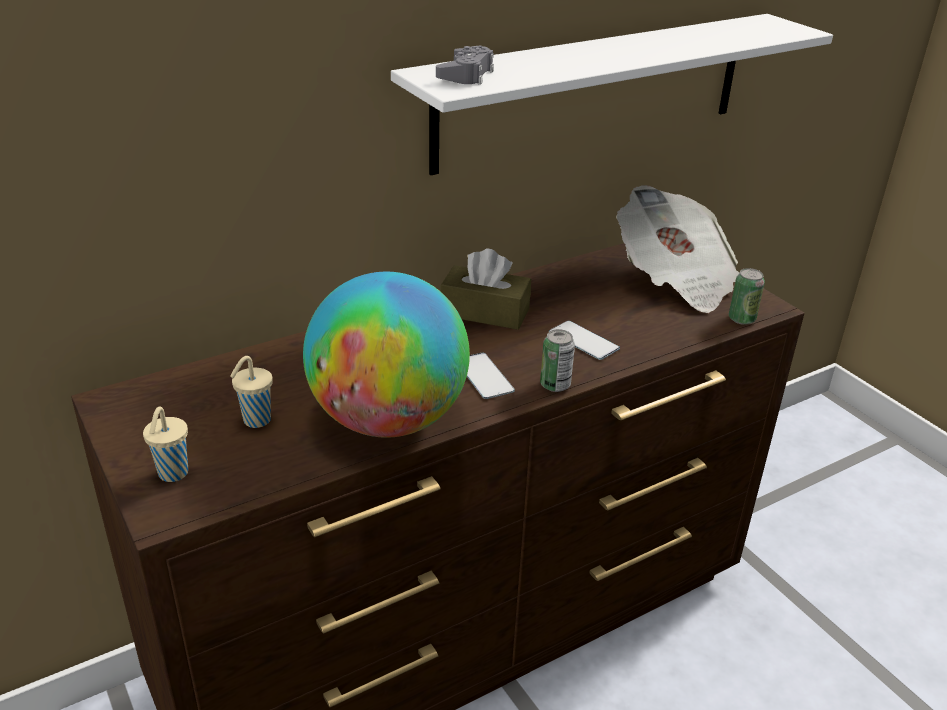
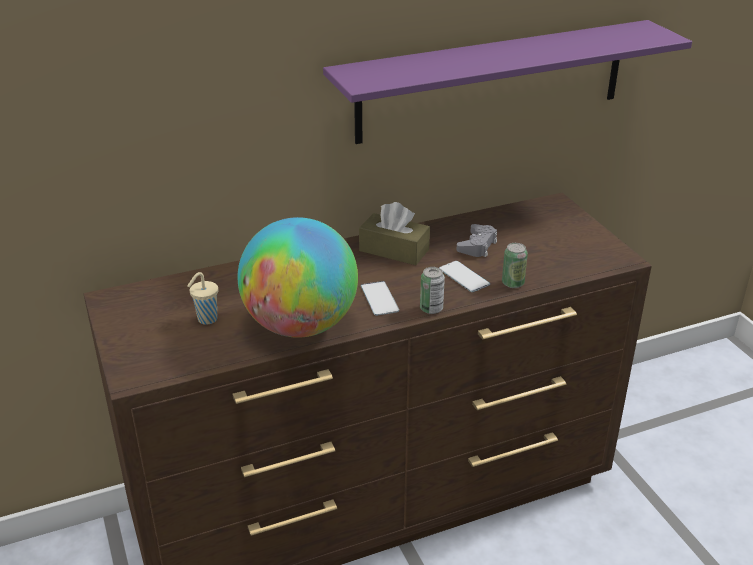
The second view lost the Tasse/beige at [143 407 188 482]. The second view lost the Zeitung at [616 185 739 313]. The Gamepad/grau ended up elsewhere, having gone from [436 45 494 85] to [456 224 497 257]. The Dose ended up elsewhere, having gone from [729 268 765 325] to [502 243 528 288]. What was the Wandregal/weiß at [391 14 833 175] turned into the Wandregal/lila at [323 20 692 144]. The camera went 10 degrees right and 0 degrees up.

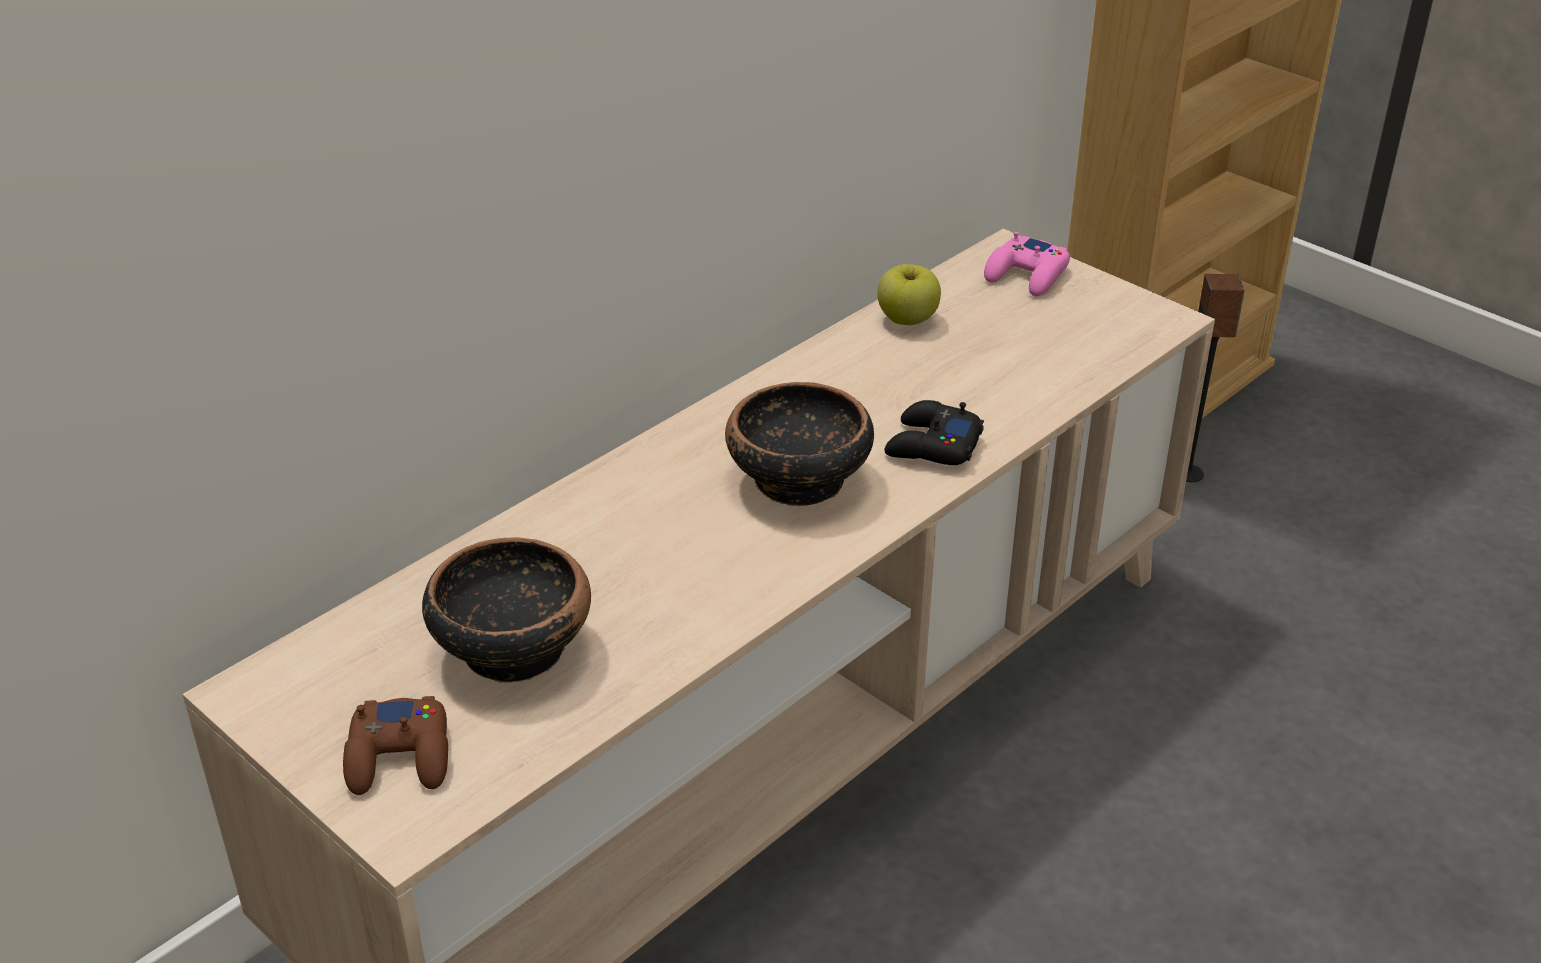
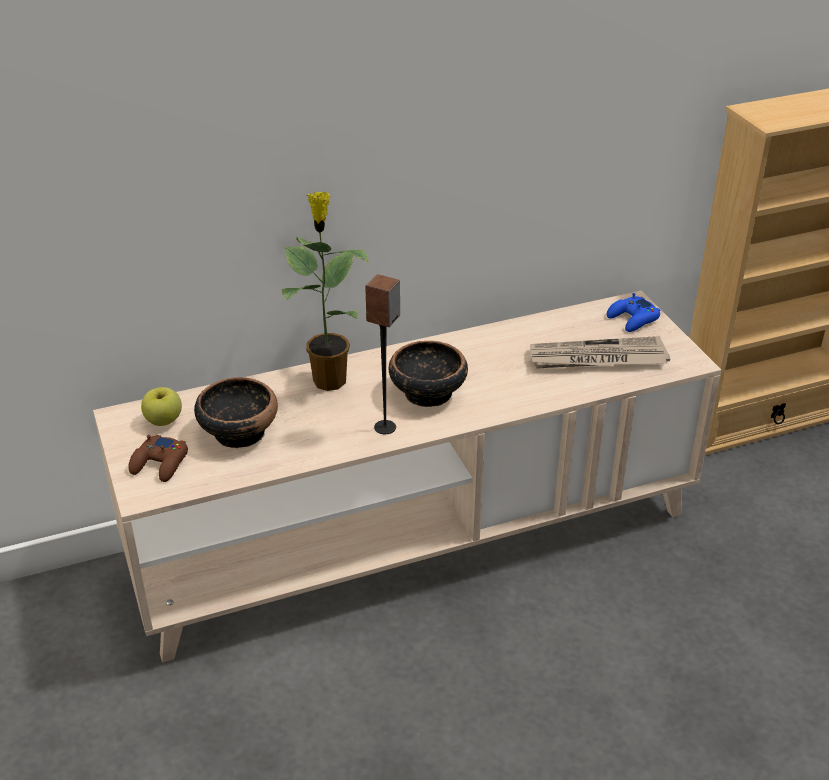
The second view lost the Gamepad/schwarz at [884 400 984 465]. The second view gained the Topfpflanze at [282 191 370 391]. The second view gained the Zeitung at [530 336 670 369]. The Apfel ended up elsewhere, having gone from [877 264 941 325] to [141 387 182 426]. The Lautsprecher ended up elsewhere, having gone from [1186 274 1245 482] to [365 274 400 434]. What was the Gamepad/rosa at [984 231 1070 296] turned into the Gamepad/blau at [607 293 661 332]. The camera went 25 degrees right and 0 degrees up.

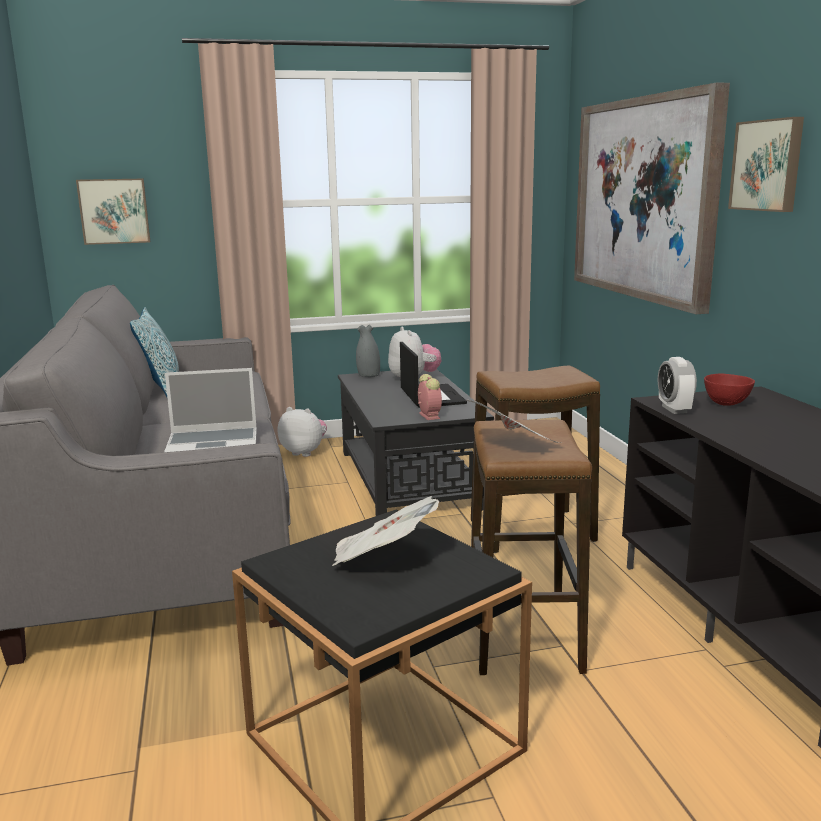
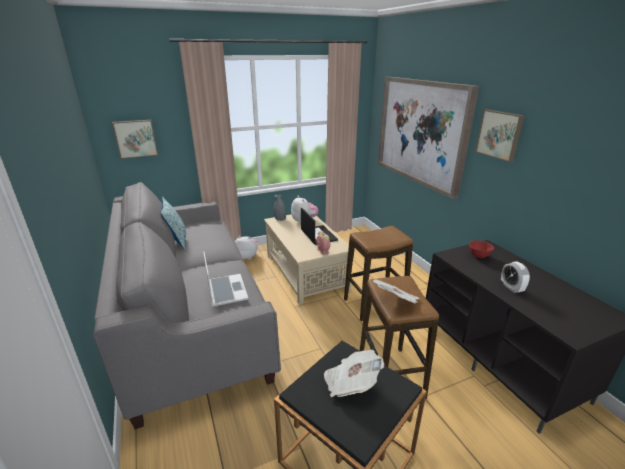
The Wecker ended up elsewhere, having gone from [658 357 697 414] to [501 261 530 293]. What was the Couchtisch/schwarz at [338 369 494 516] turned into the Couchtisch/beige at [264 214 355 305]. The Laptop at [164 368 257 452] ended up facing another way, 90 degrees counterclockwise from before. The camera went 10 degrees left and 10 degrees up.

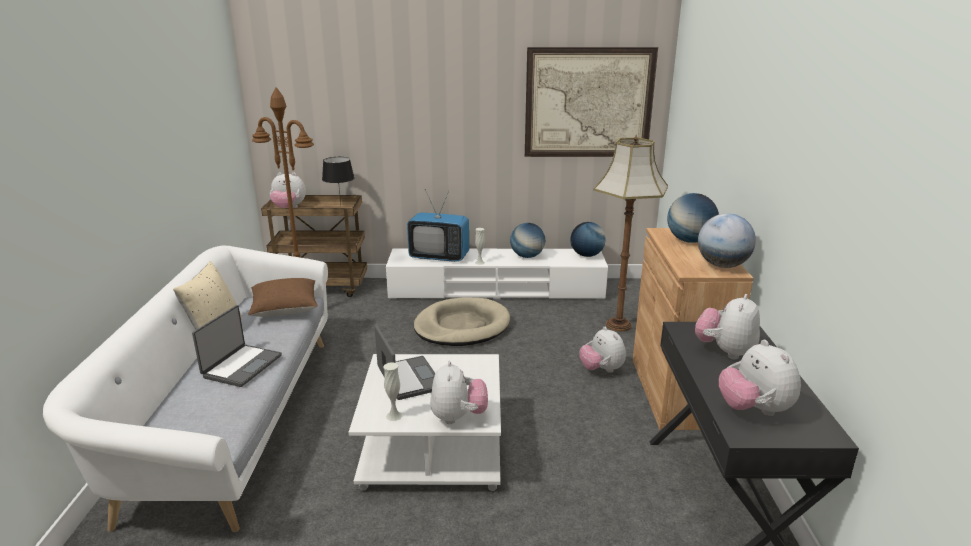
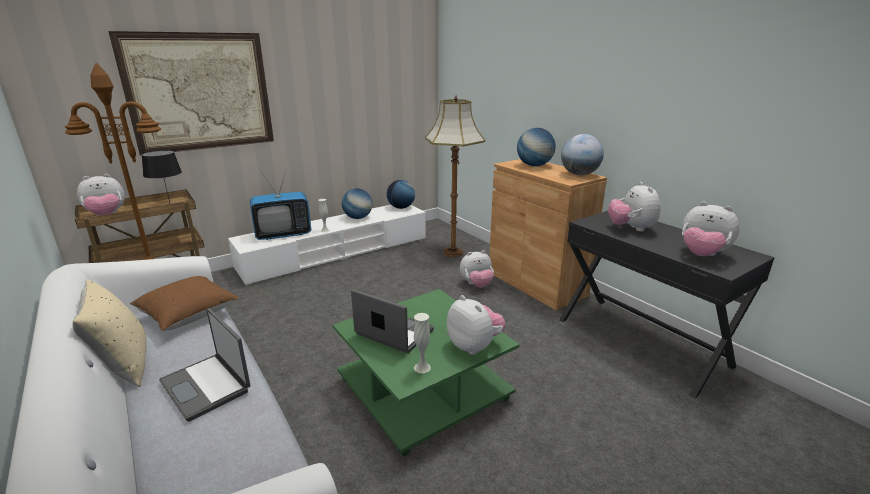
The second view lost the Hundebett/beige at [414 297 510 346]. The Bild ended up elsewhere, having gone from [525 47 658 157] to [108 31 274 156]. What was the Couchtisch/weiß at [349 354 501 491] turned into the Couchtisch/grün at [333 289 520 456]. The Laptop at [192 305 282 387] ended up facing another way, 150 degrees clockwise from before. The Plüschtier at [579 327 626 373] ended up facing another way, 45 degrees counterclockwise from before. The camera went 35 degrees left and 0 degrees up.

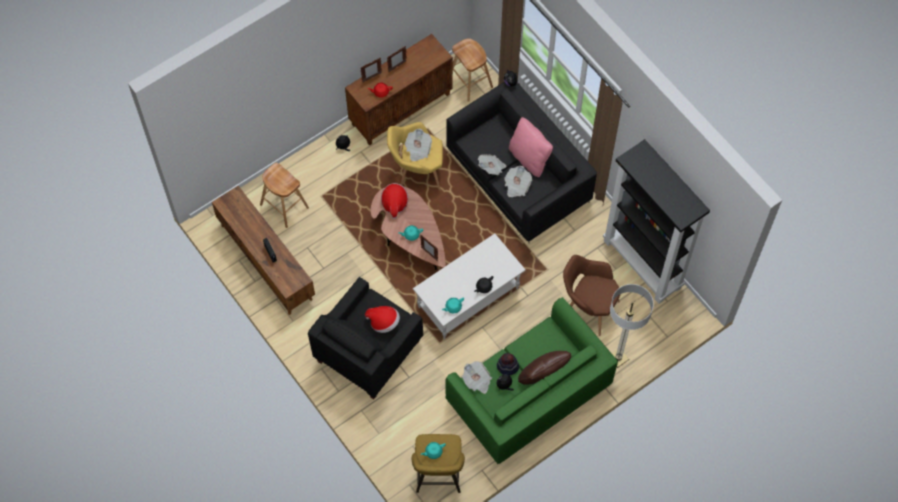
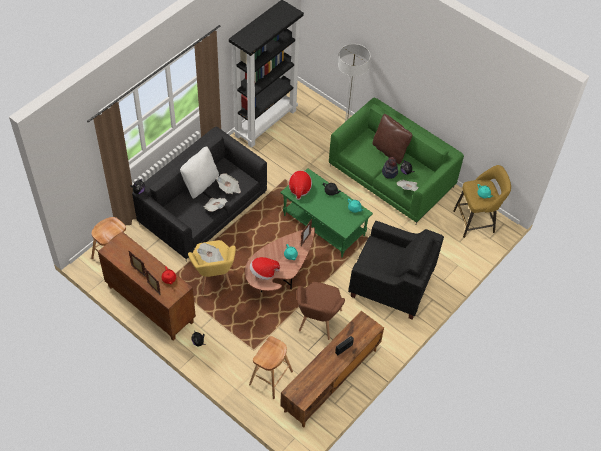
The Hut ended up elsewhere, having gone from [365 306 400 333] to [289 171 312 200]. The Sessel/braun ended up elsewhere, having gone from [563 255 621 336] to [297 282 345 340]. What was the Couchtisch/weiß at [413 233 526 339] turned into the Couchtisch/grün at [280 168 373 257]. What was the Kissen/rosa at [509 117 553 177] turned into the Kissen/weiß at [180 146 219 199]. The camera went 105 degrees left and 10 degrees down.

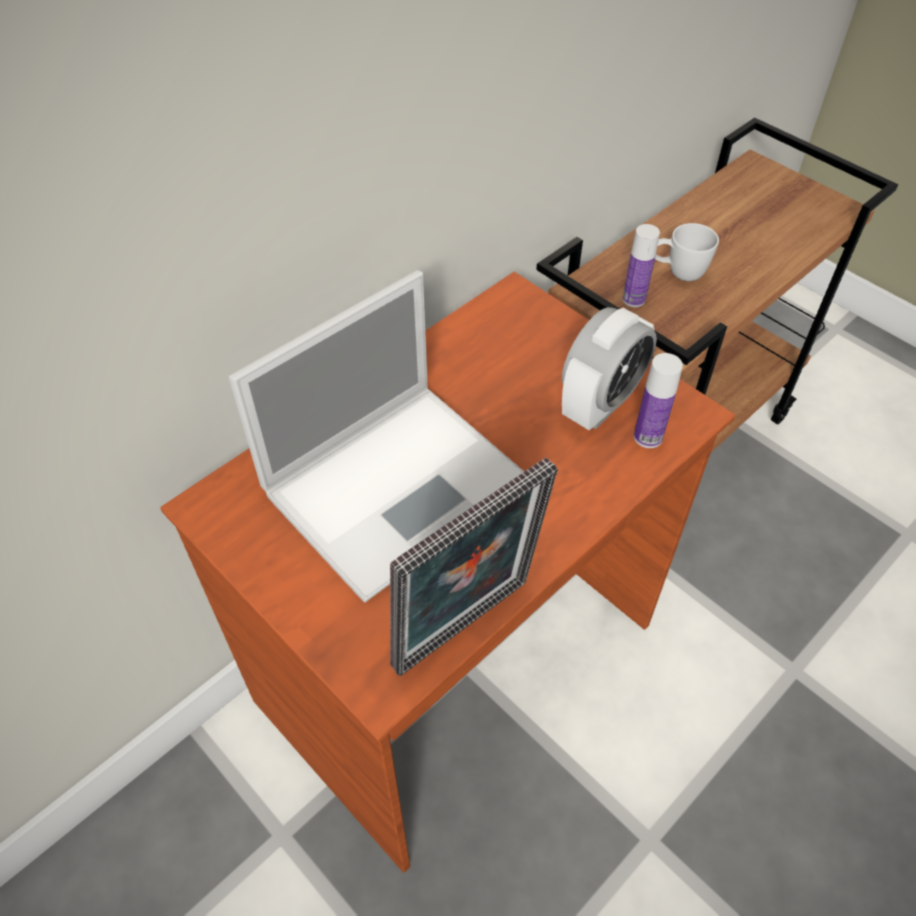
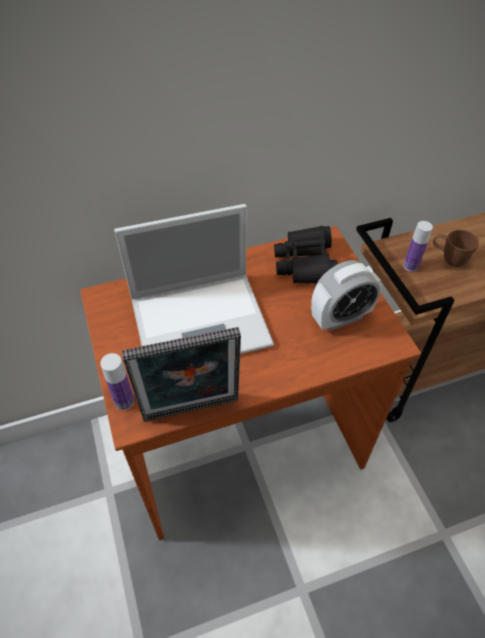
The second view gained the Fernglas/schwarz at [274 226 338 283]. The Flasche ended up elsewhere, having gone from [634 353 683 448] to [100 353 134 410]. What was the Henkelbecher/weiß at [655 223 719 281] turned into the Henkelbecher/braun at [433 230 479 267]. The camera went 25 degrees right and 0 degrees up.

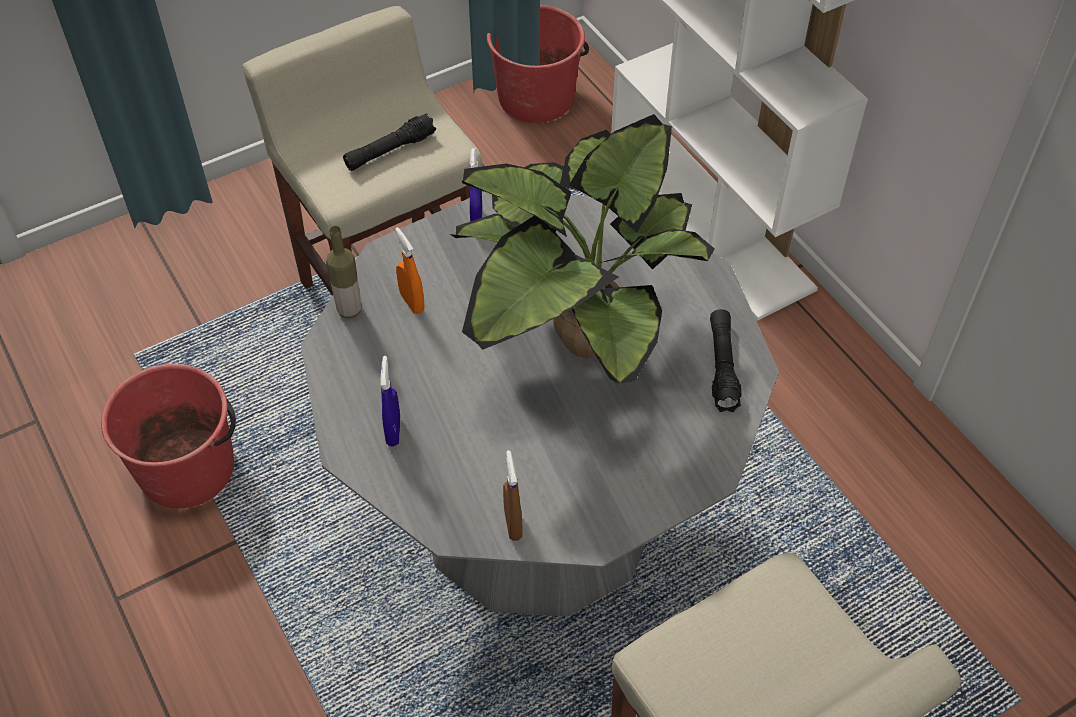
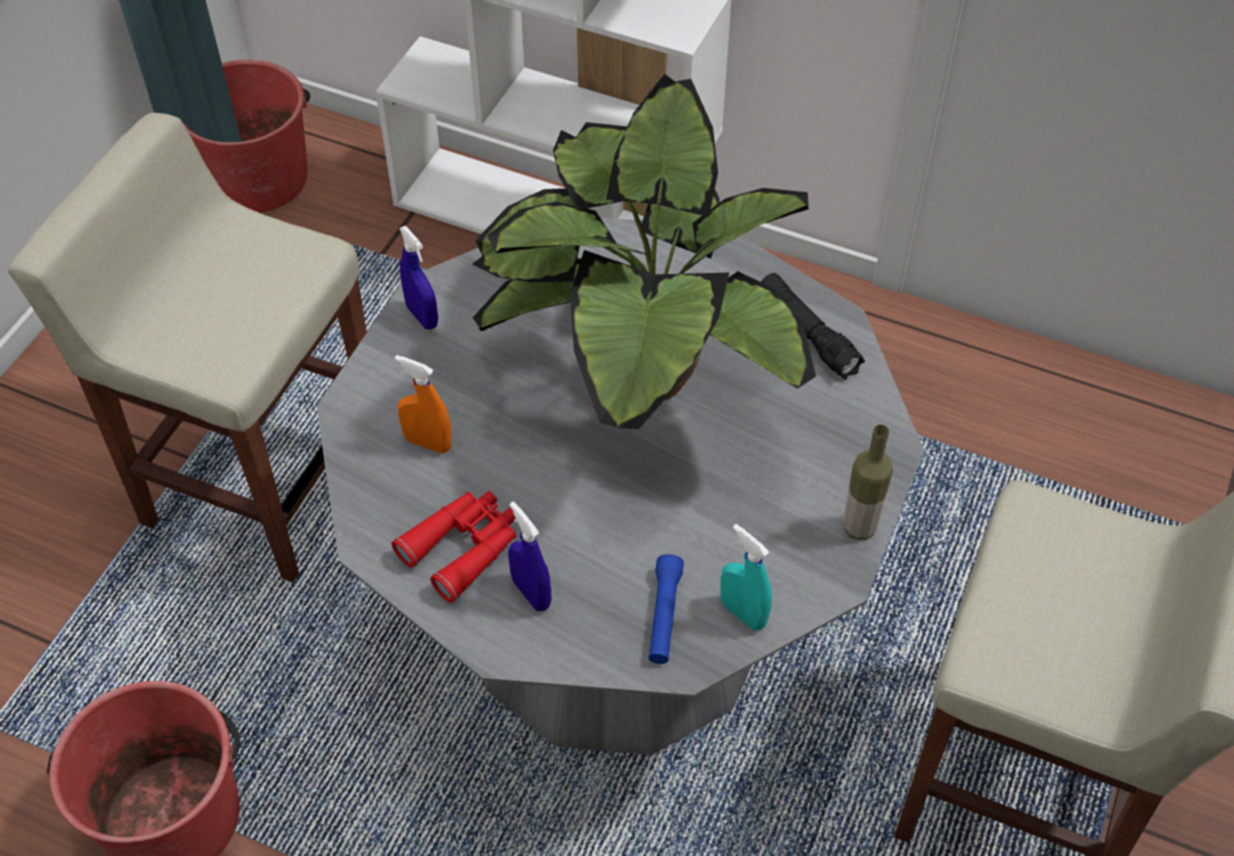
The second view lost the Taschenlampe/schwarz at [343 113 436 171]. The second view gained the Fernglas/rot at [391 491 516 603]. The second view gained the Taschenlampe/blau at [649 554 684 664]. The Flasche ended up elsewhere, having gone from [326 226 361 318] to [843 424 893 540]. What was the Sprühflasche/braun at [503 450 523 541] turned into the Sprühflasche/türkis at [720 524 772 630]. The camera went 35 degrees left and 0 degrees up.

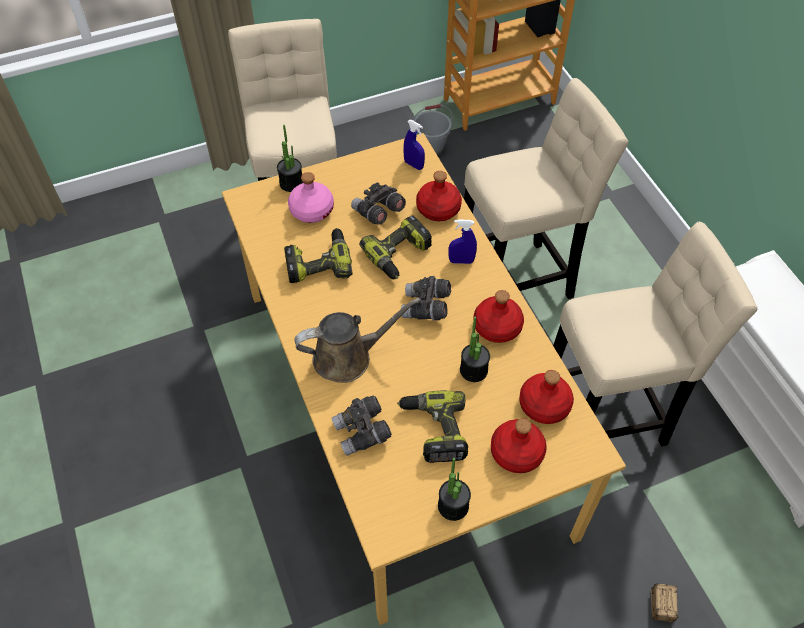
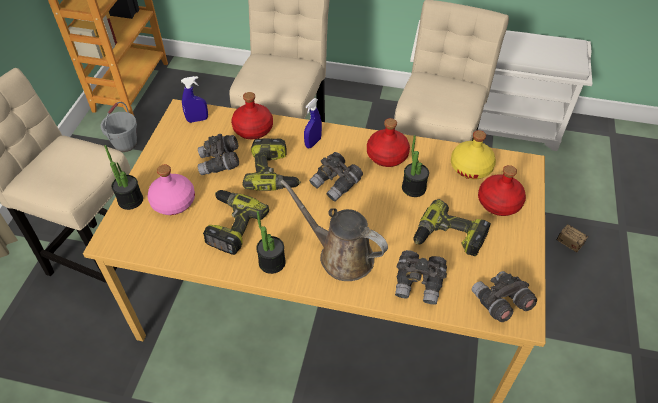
The second view gained the Fernglas/grau at [472 271 537 322]. The Topfpflanze ended up elsewhere, having gone from [438 458 471 521] to [256 211 286 274]. What was the Flasche/rot at [519 370 574 424] turned into the Flasche/gelb at [451 130 496 180]. The Gießkanne/braun at [294 298 420 383] ended up facing another way, 75 degrees counterclockwise from before. The camera went 55 degrees left and 5 degrees down.

